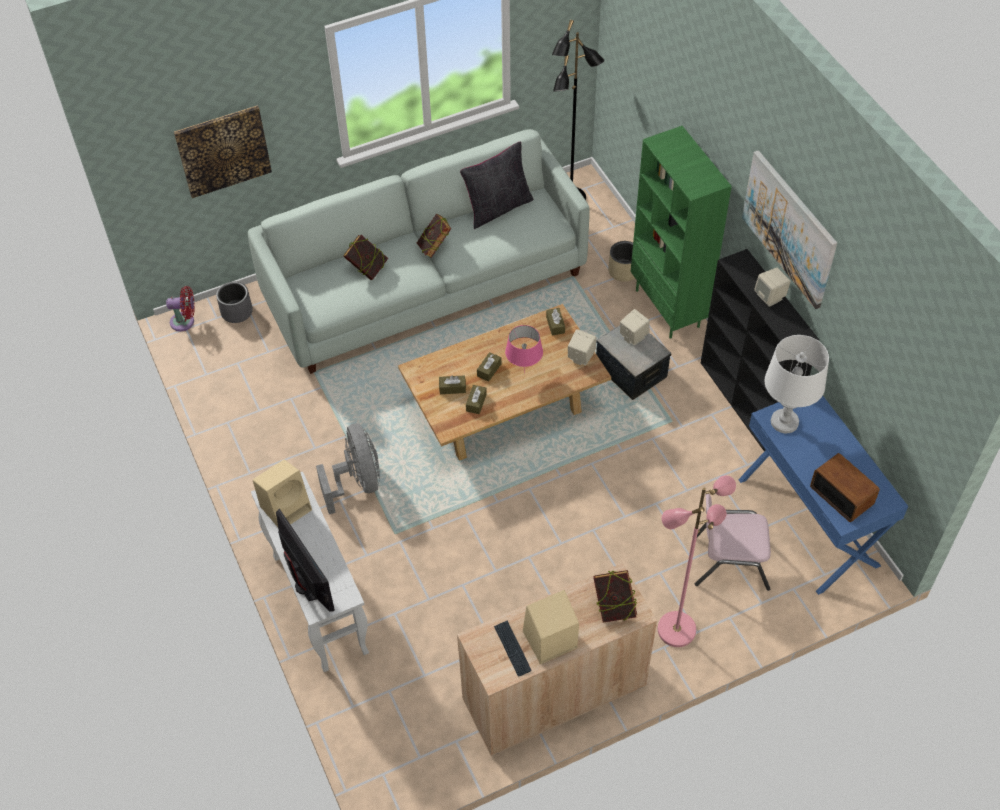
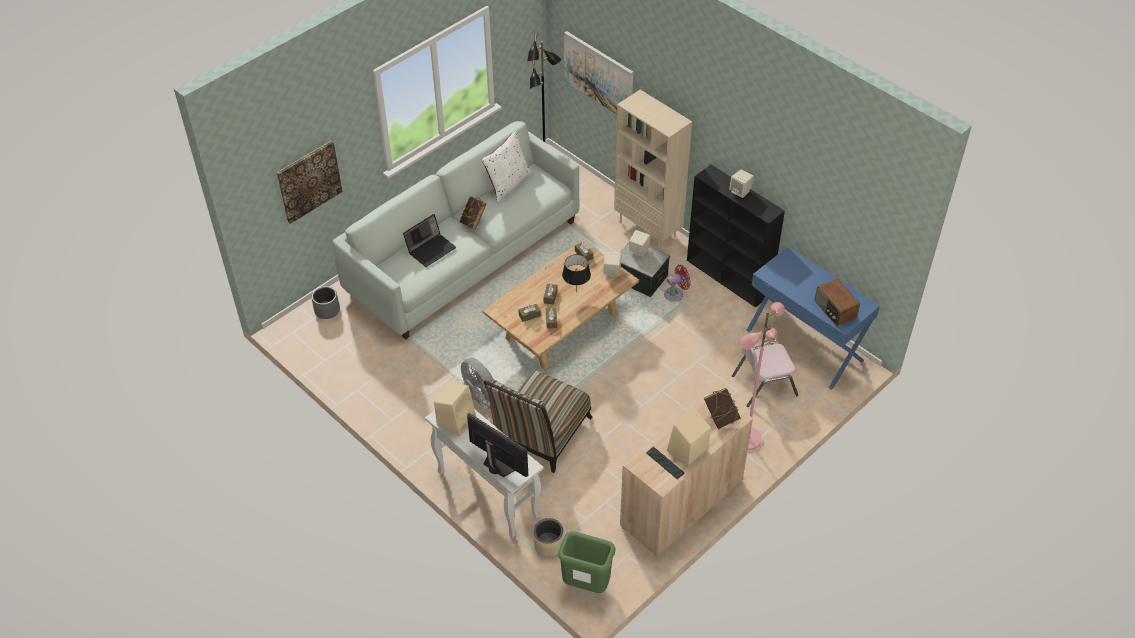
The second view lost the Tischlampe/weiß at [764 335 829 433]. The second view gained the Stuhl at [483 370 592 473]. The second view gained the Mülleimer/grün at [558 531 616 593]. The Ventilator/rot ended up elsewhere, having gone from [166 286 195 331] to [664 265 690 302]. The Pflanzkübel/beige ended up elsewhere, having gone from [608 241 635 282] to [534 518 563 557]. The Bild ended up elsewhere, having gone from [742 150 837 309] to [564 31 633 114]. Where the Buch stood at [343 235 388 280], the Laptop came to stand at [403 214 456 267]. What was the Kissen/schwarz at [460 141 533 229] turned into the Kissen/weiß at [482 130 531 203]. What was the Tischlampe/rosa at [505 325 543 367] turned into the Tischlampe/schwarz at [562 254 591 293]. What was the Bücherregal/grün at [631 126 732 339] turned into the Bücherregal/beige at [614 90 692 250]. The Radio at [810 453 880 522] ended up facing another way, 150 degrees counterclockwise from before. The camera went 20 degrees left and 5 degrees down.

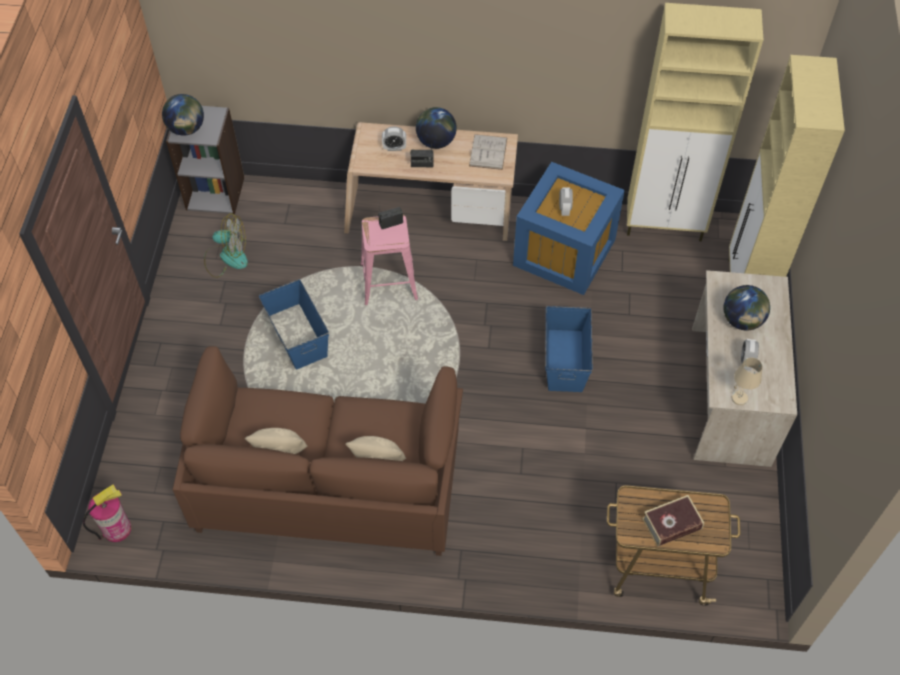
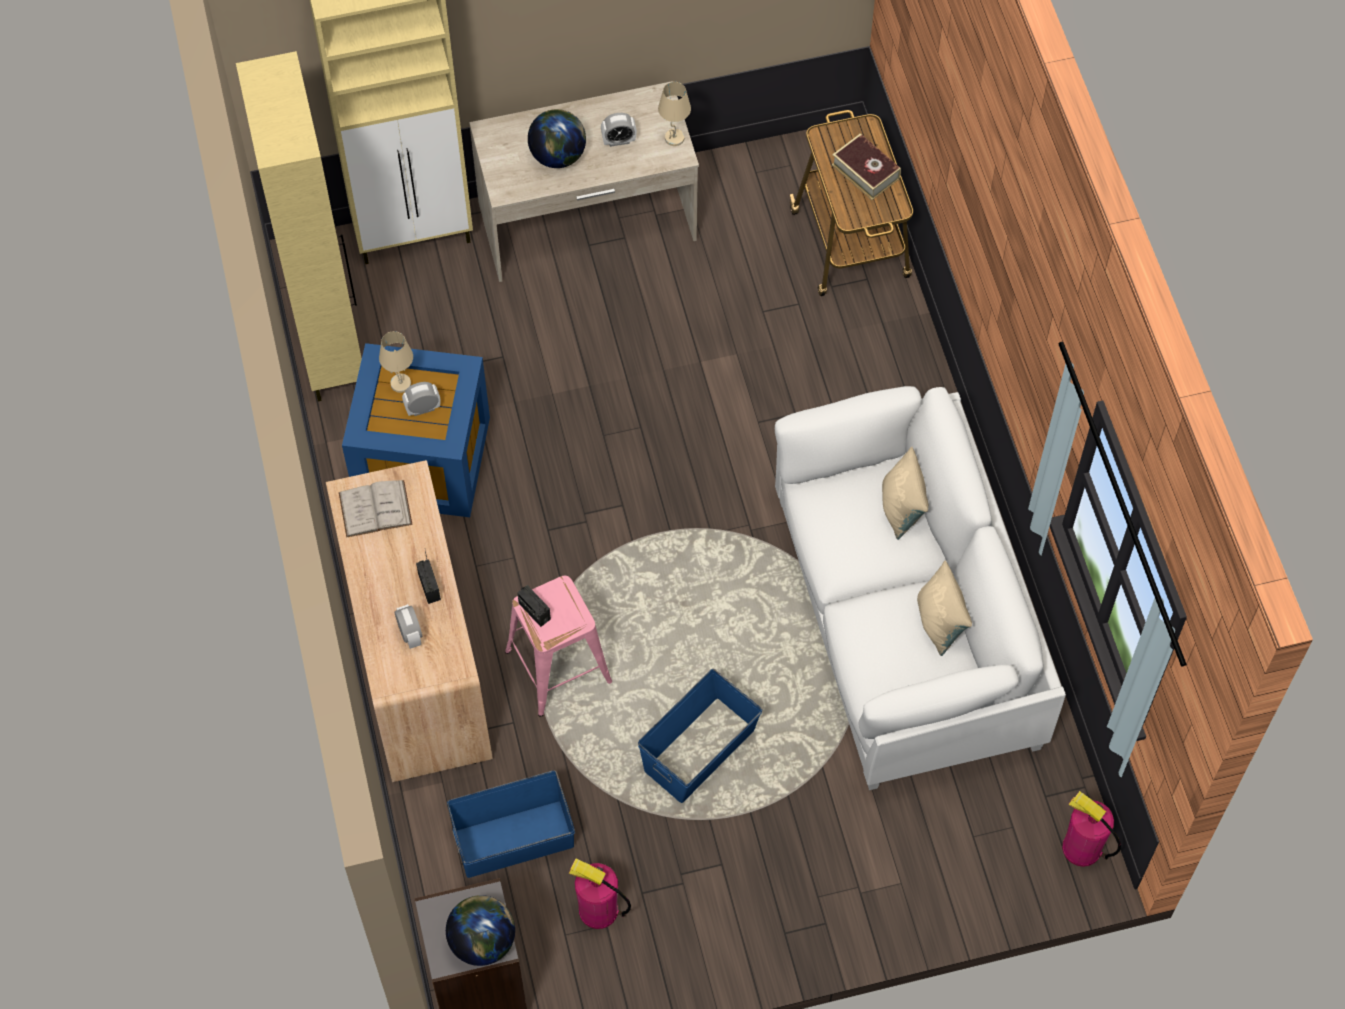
The second view lost the Globus at [416 107 457 149]. The second view gained the Tischlampe/beige at [379 331 413 393]. The Aufbewahrungsbox/blau ended up elsewhere, having gone from [545 306 593 392] to [447 770 575 878]. Where the Ventilator stood at [204 213 248 278], the Feuerlöscher came to stand at [569 858 631 929]. What was the Sofa/braun at [173 346 463 556] turned into the Sofa/weiß at [775 386 1066 790]. The camera went 110 degrees left and 5 degrees up.

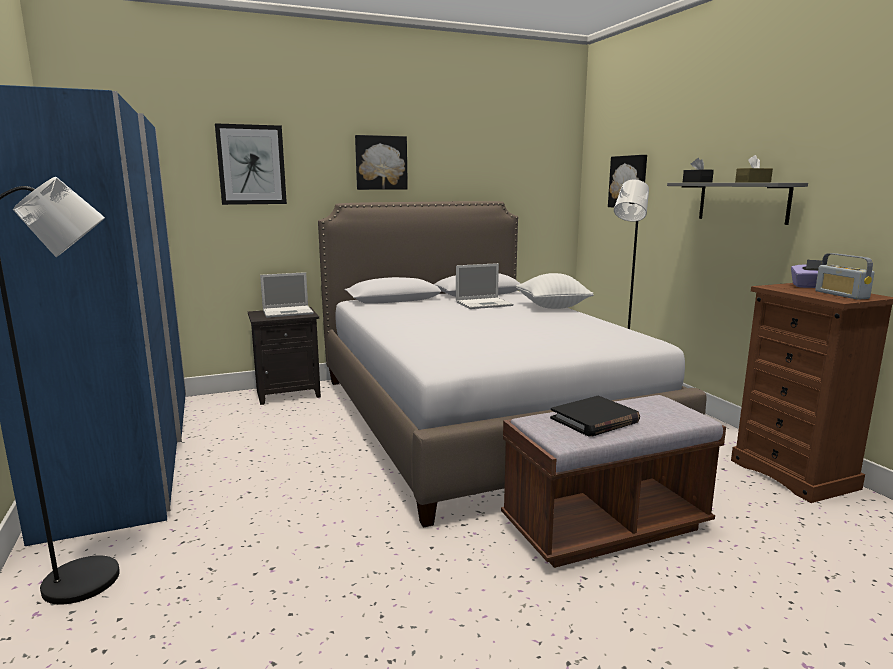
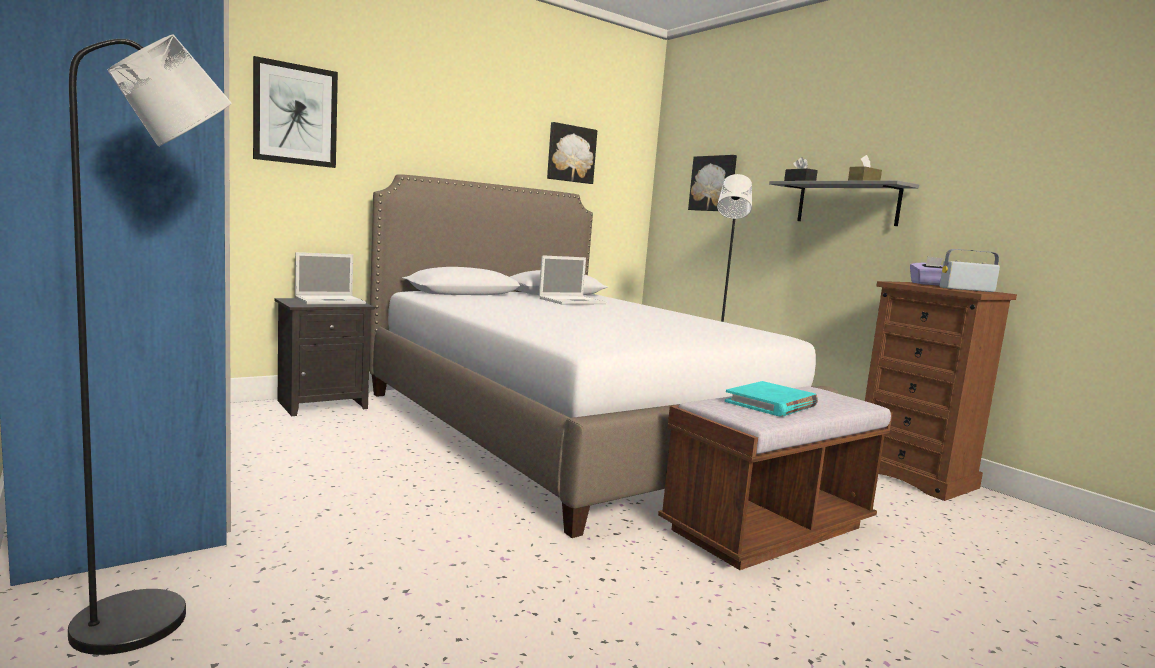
The second view lost the Kissen/weiß at [516 273 594 309]. The Bild ended up elsewhere, having gone from [355 135 408 190] to [547 122 597 184]. What was the Buch/schwarz at [550 396 640 437] turned into the Buch/türkis at [725 381 818 417]. The Radio at [815 253 875 300] ended up facing another way, 120 degrees clockwise from before. The camera went 15 degrees left and 5 degrees down.

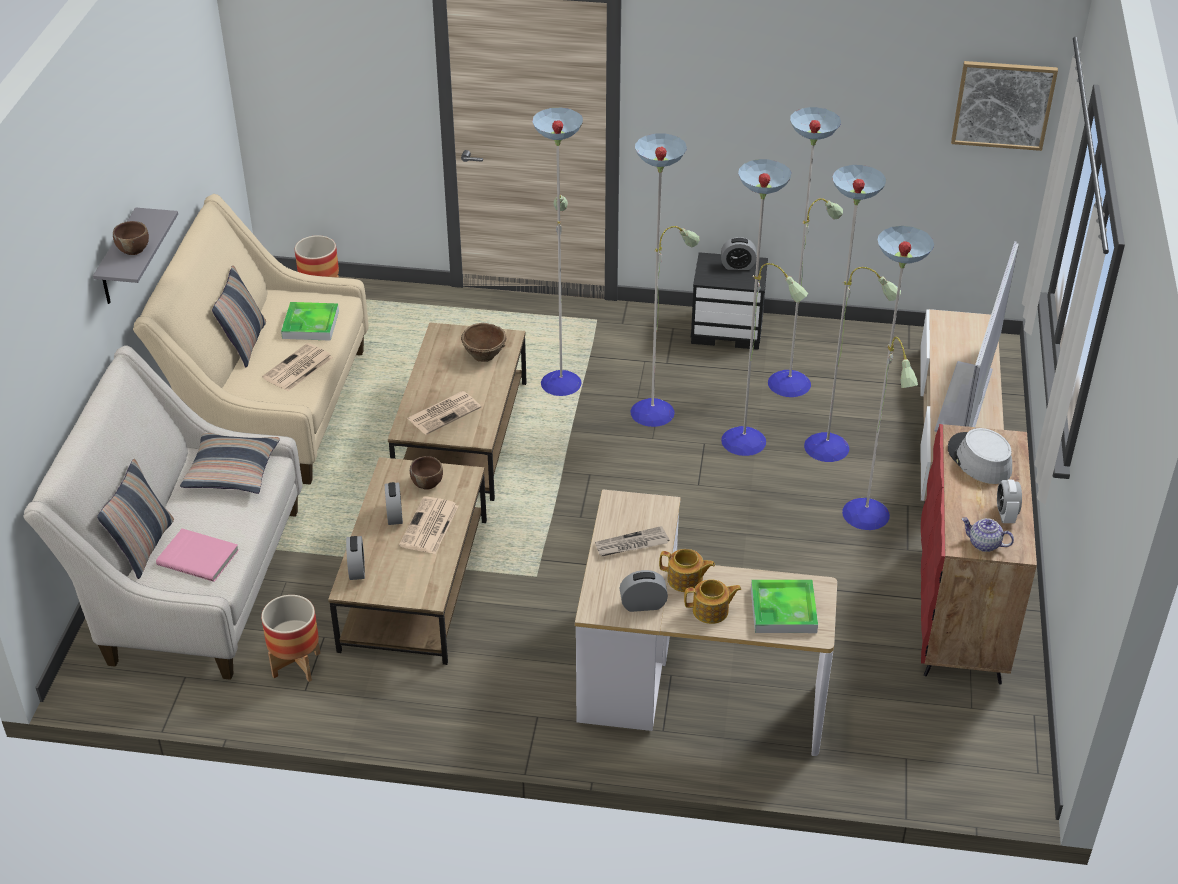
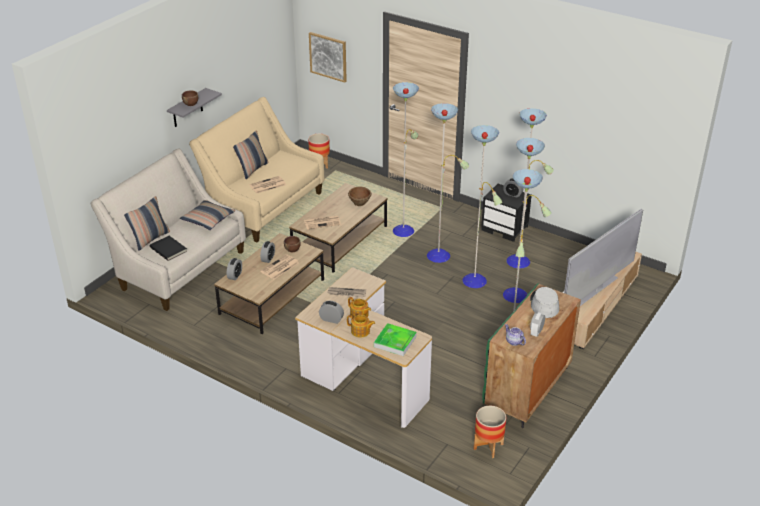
The second view lost the Tablett at [281 302 339 341]. The Pflanzkübel ended up elsewhere, having gone from [261 595 320 682] to [473 406 506 458]. The Bild ended up elsewhere, having gone from [951 61 1058 151] to [309 32 347 83]. What was the Buch/rosa at [156 528 239 582] turned into the Buch/schwarz at [150 236 187 261]. What was the Schrank/rot at [921 424 1037 685] turned into the Schrank/grün at [482 283 581 428]. The camera went 25 degrees right and 5 degrees down.

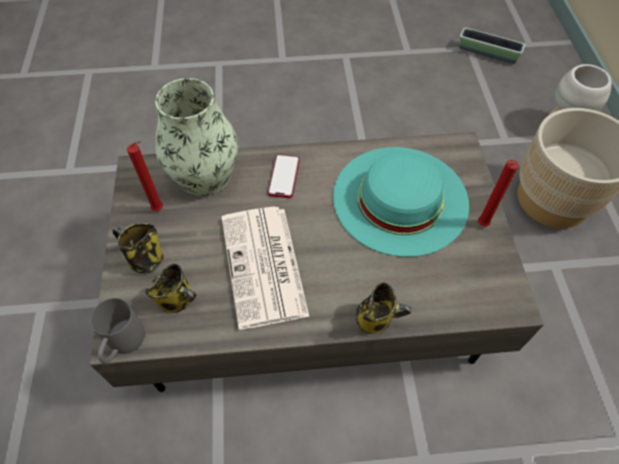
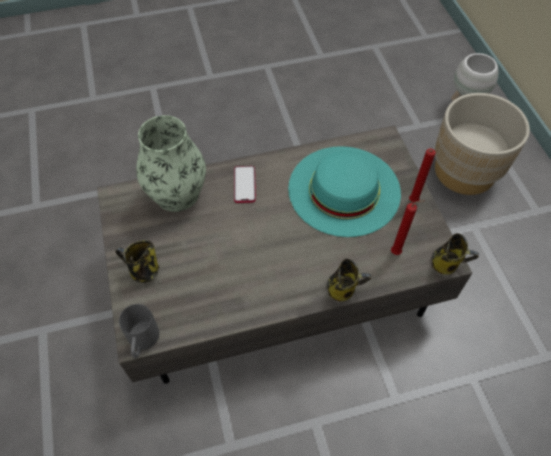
The second view lost the Zeitung at [222 207 309 330]. The second view lost the Pflanzkübel at [459 28 525 64]. The Kerze/rot ended up elsewhere, having gone from [127 141 163 211] to [391 200 425 255]. The Henkelbecher ended up elsewhere, having gone from [145 264 196 313] to [432 233 479 275]. The camera went 10 degrees left and 0 degrees up.

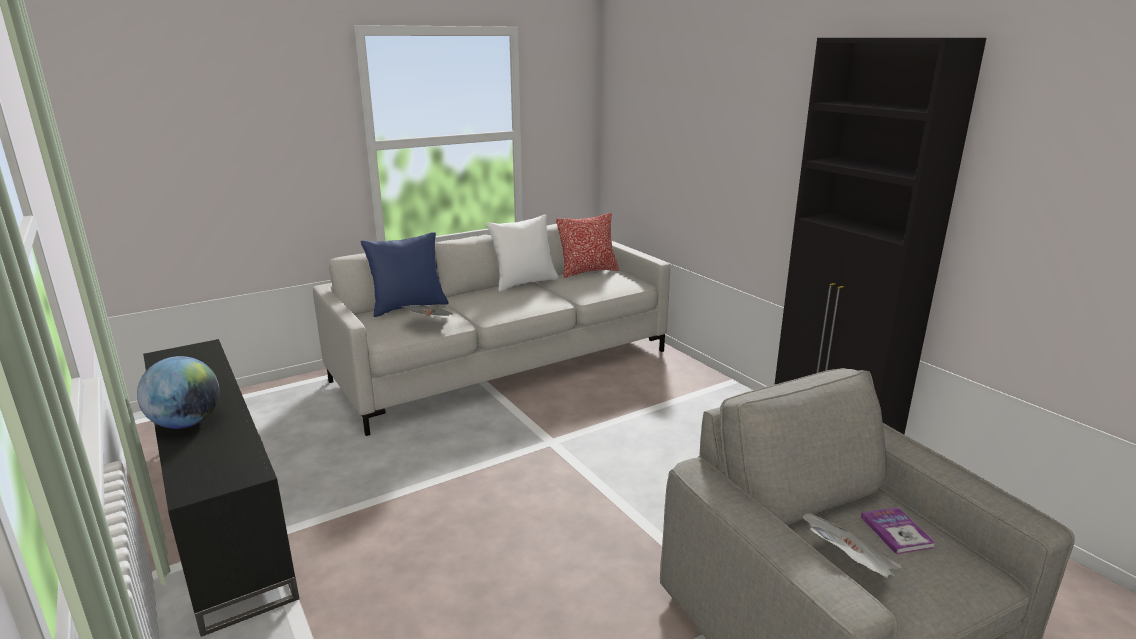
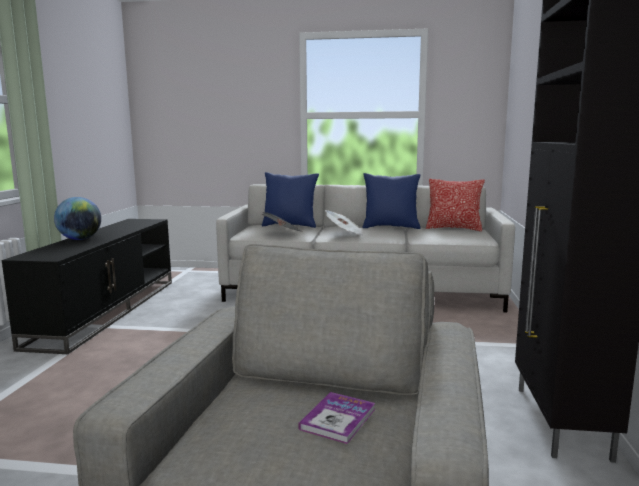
The Zeitung ended up elsewhere, having gone from [803 513 902 578] to [325 210 363 236]. What was the Kissen/weiß at [487 215 559 292] turned into the Kissen/blau at [362 173 421 229]. The camera went 40 degrees right and 10 degrees down.

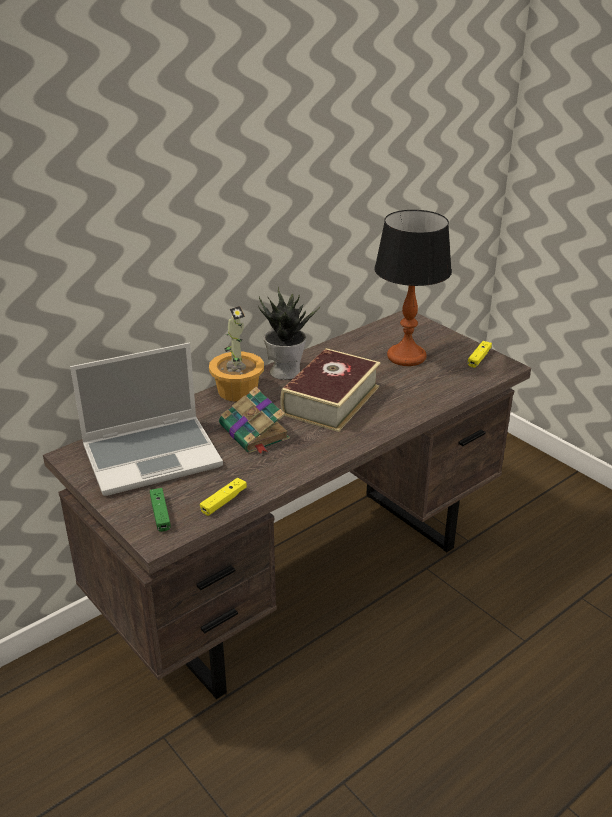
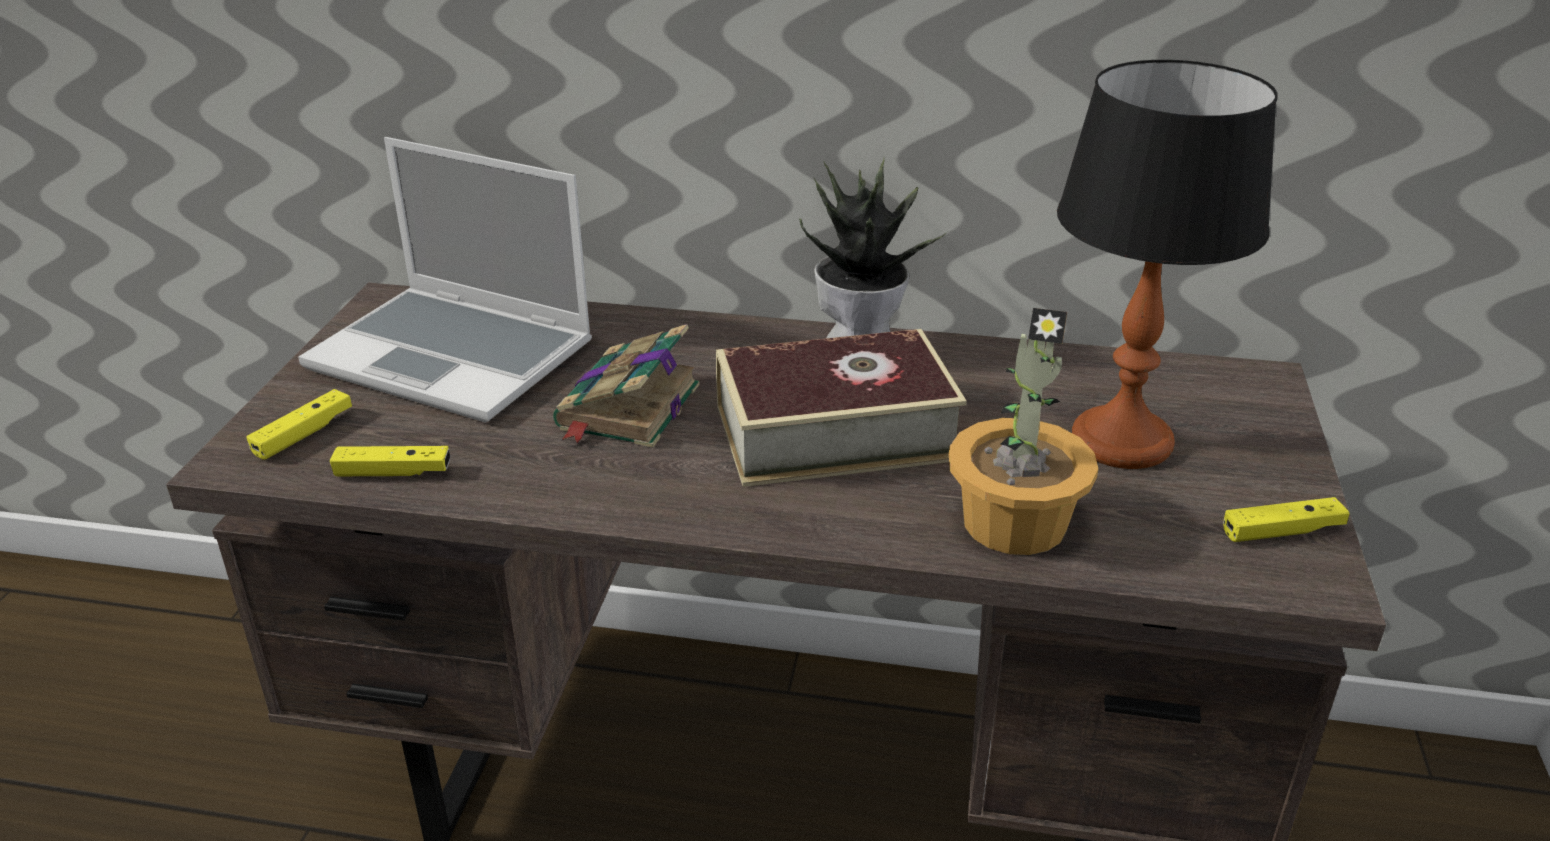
The Topfpflanze ended up elsewhere, having gone from [209 306 264 402] to [949 308 1098 555]. What was the Gamepad/grün at [150 488 171 532] turned into the Gamepad/gelb at [246 389 352 459]. The camera went 50 degrees right and 0 degrees up.

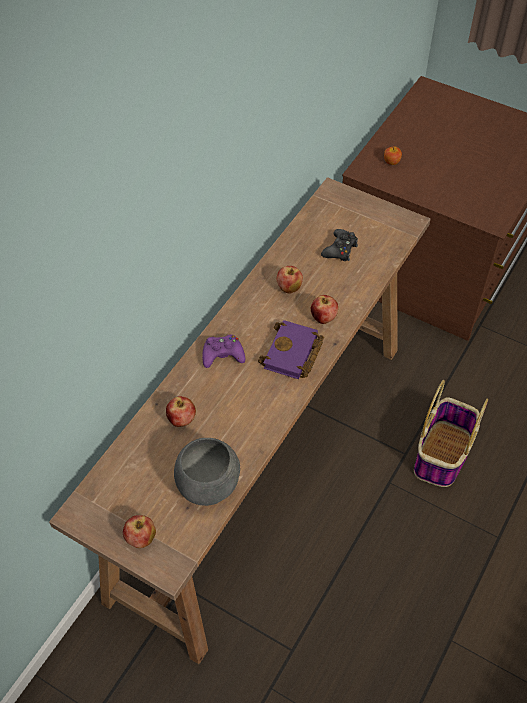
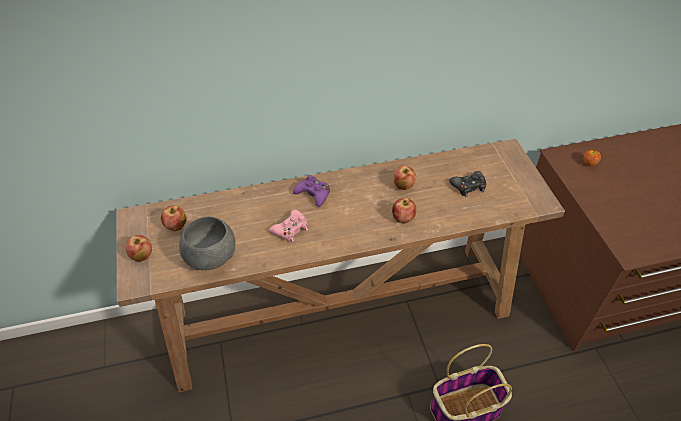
The second view lost the Buch/lila at [258 320 324 379]. The second view gained the Gamepad/rosa at [269 210 308 242]. The Apfel ended up elsewhere, having gone from [166 396 196 427] to [161 206 187 231]. The camera went 45 degrees right and 5 degrees down.

